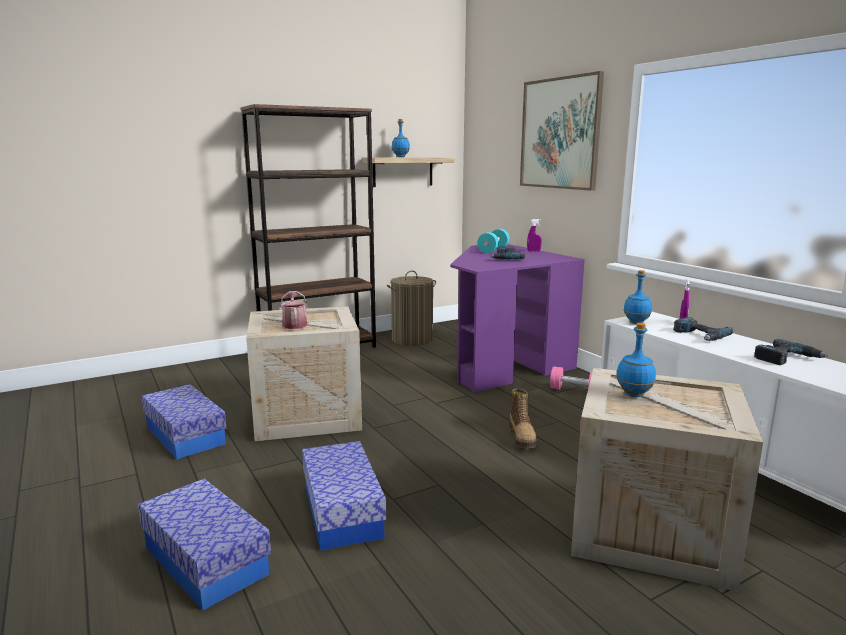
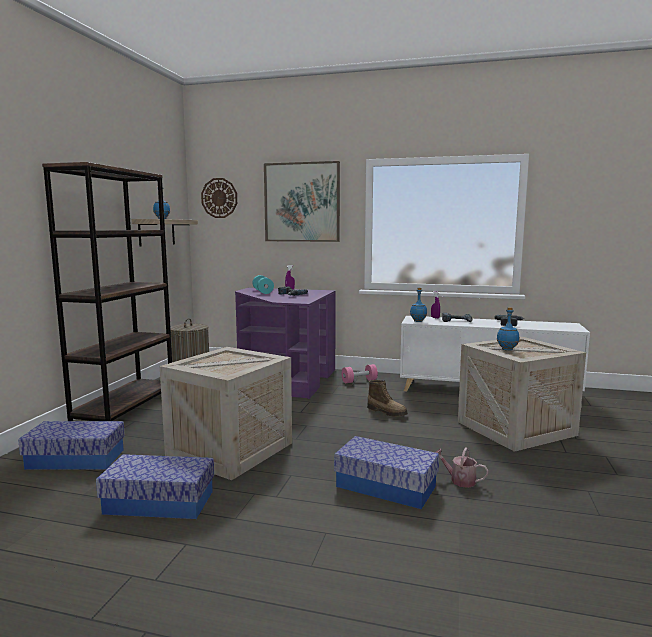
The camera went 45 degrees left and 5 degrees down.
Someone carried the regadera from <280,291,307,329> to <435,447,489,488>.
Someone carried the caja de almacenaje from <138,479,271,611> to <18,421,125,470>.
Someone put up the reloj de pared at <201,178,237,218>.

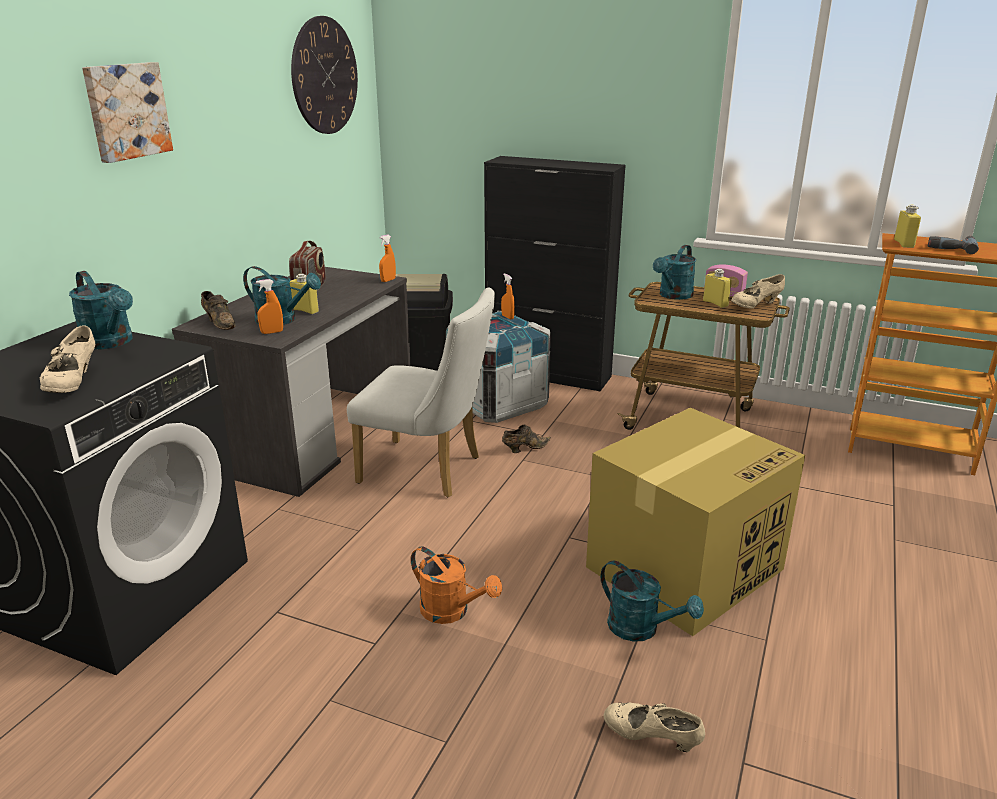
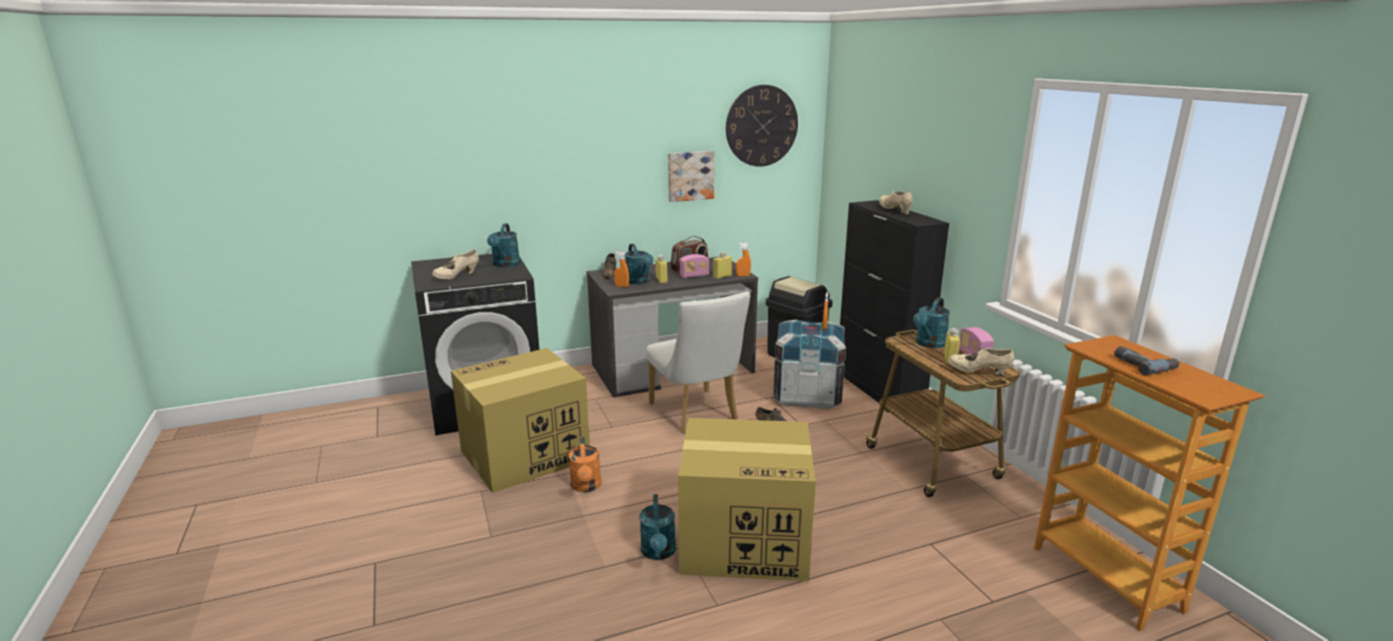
The camera went 45 degrees right and 5 degrees down.
Someone carried the cuadro from <82,62,173,163> to <668,151,715,202>.
Someone carried the botella/amarillo from <894,205,921,248> to <713,252,732,279>.
Someone rotated the regadera/turquesa at <653,245,696,300> by 45 degrees counterclockwise.
Someone carried the zapato/beis from <603,702,705,752> to <879,191,913,215>.
Someone put down the radio at <680,254,709,278>.
Someone put down the caja de cartón at <451,348,590,493>.

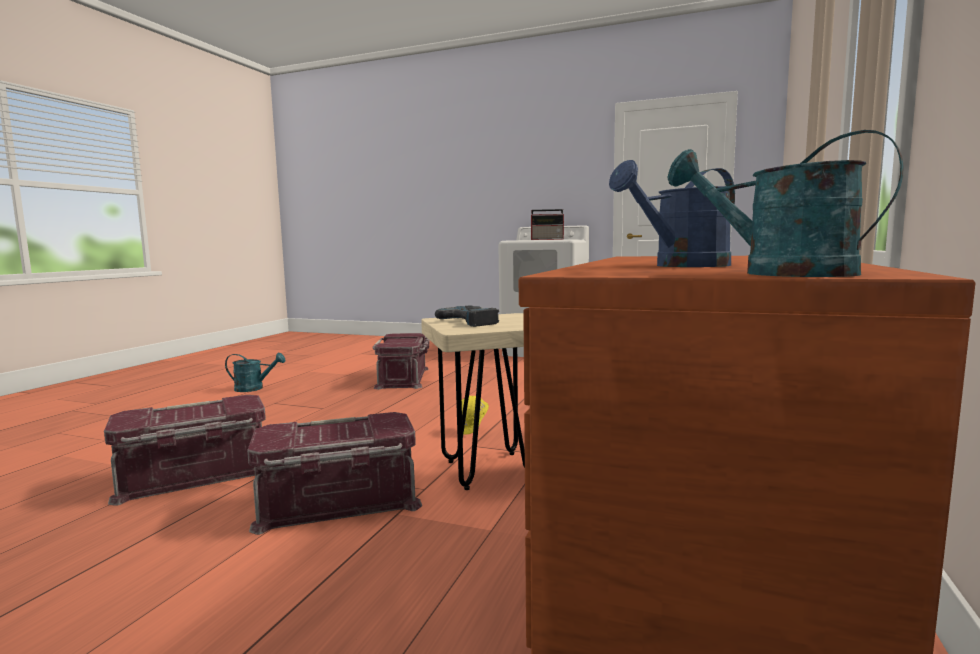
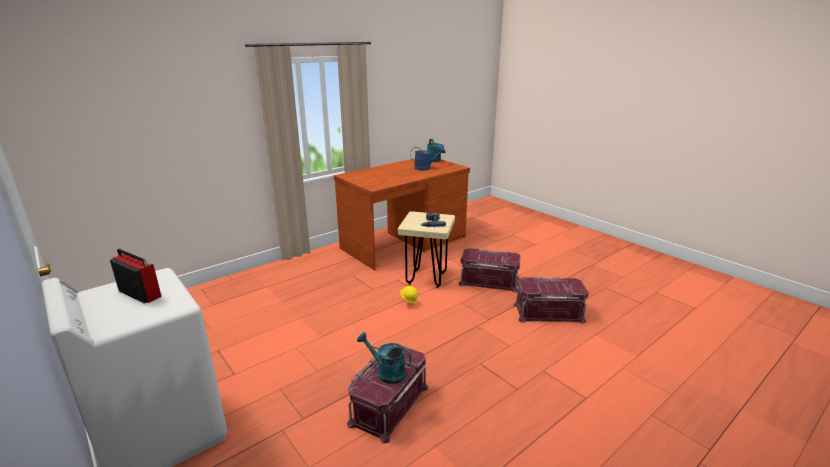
The camera went 150 degrees left and 15 degrees up.
Someone carried the regadera/turquesa from <225,353,285,392> to <357,332,412,384>.

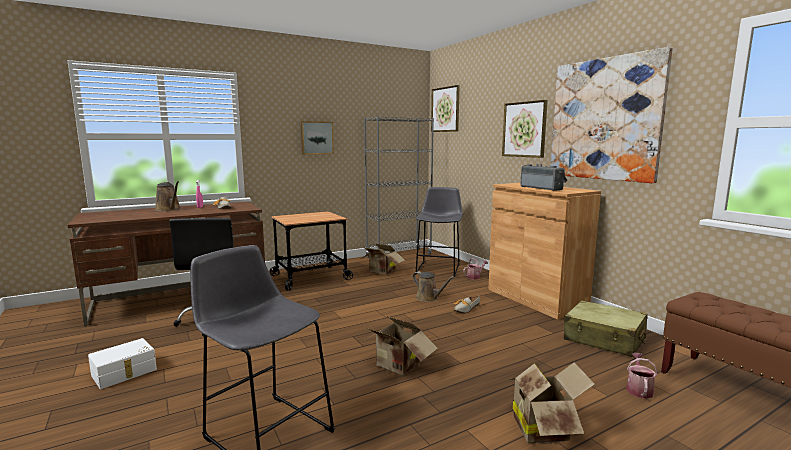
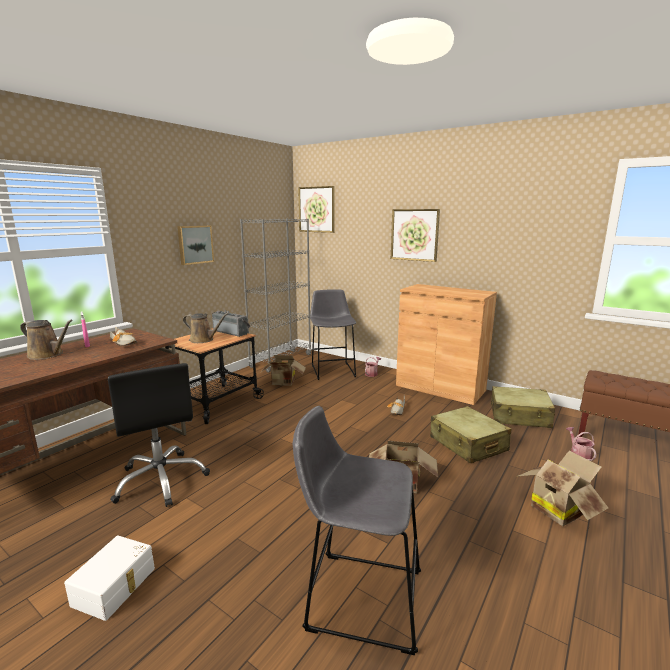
The camera went 25 degrees left and 5 degrees up.
Someone took away the cuadro at <551,47,672,183>.
Someone carried the radio from <520,164,567,191> to <212,310,251,337>.
Someone carried the regadera/marrón from <413,271,454,302> to <183,313,229,343>.
Someone put down the maleta/beis at <430,406,511,463>.

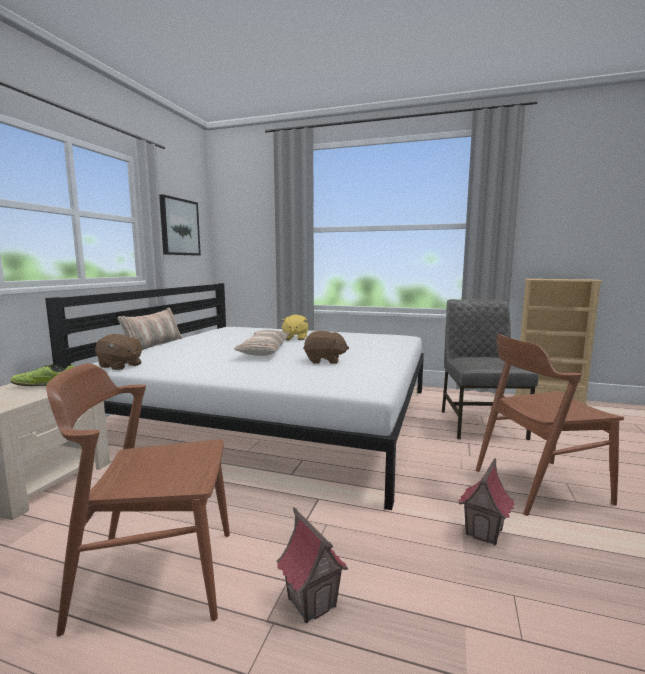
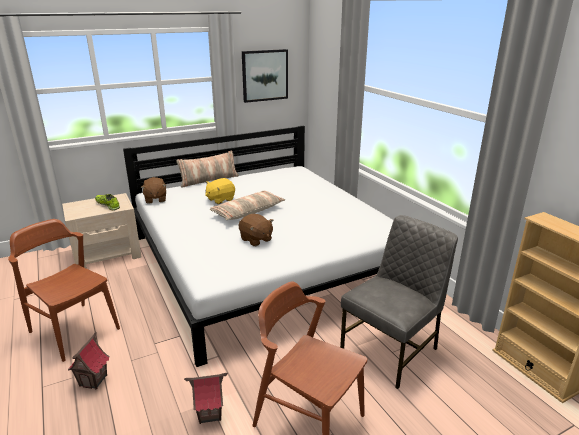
The camera went 45 degrees right and 15 degrees up.
Someone carried the peluche/amarillo from <280,315,308,340> to <205,178,235,204>.

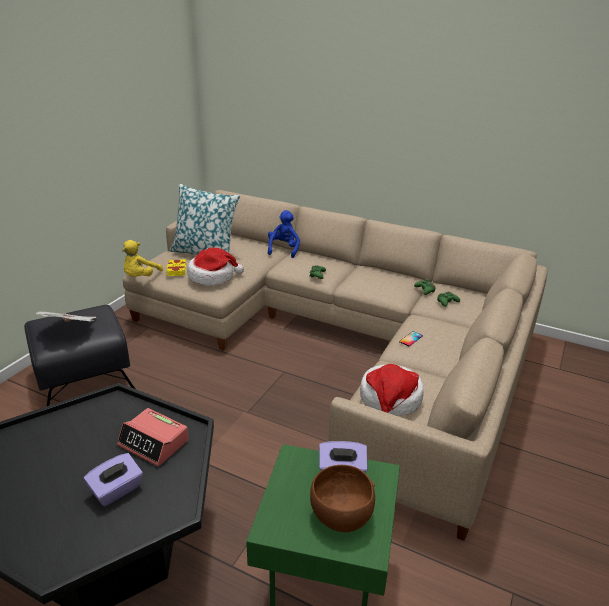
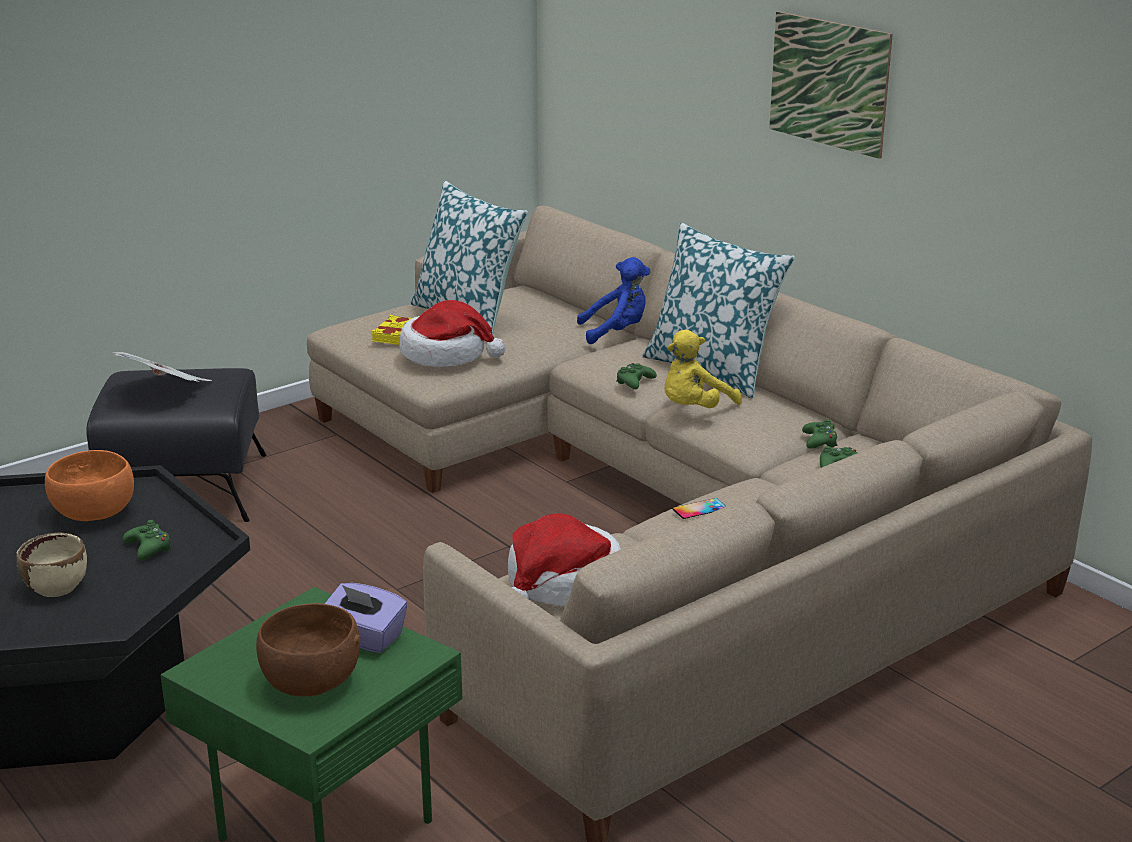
The camera went 25 degrees right and 5 degrees down.
Someone rotated the peluche/azul at <268,210,300,258> by 45 degrees clockwise.
Someone carried the peluche/amarillo from <122,240,163,277> to <664,330,742,408>.
Someone swapped the despertador at <117,408,189,466> for the mando de consola/verde at <123,520,172,560>.
Someone swapped the caja de pañuelos/morado at <84,453,143,506> for the cuenco/beis at <16,533,87,597>.
Someone put up the cuadro at <769,11,893,159>.
Someone put down the cojín at <642,223,795,398>.
Someone put down the cuenco/naranja at <45,450,134,521>.

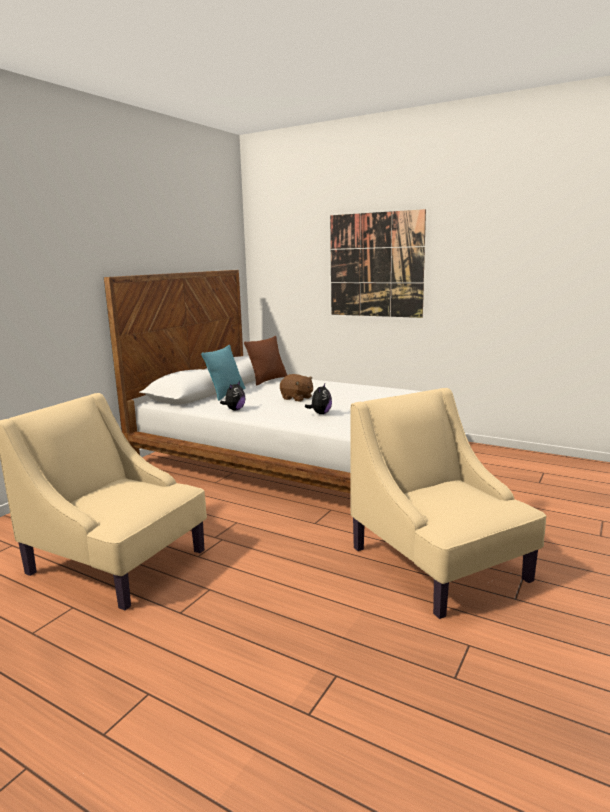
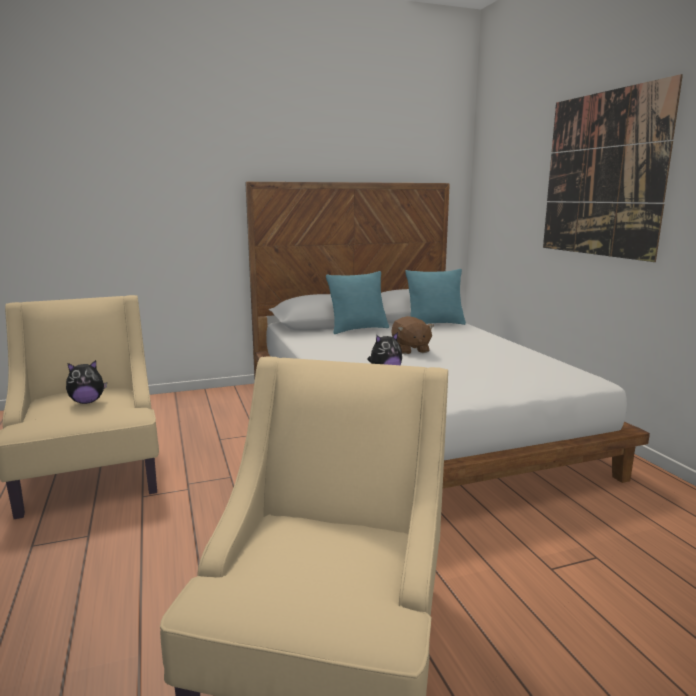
The camera went 40 degrees right and 0 degrees up.
Someone repainted the cojín/marrón at <244,336,287,385>, which became the cojín/turquesa at <405,269,466,325>.
Someone carried the peluche from <220,381,245,410> to <66,360,107,404>.

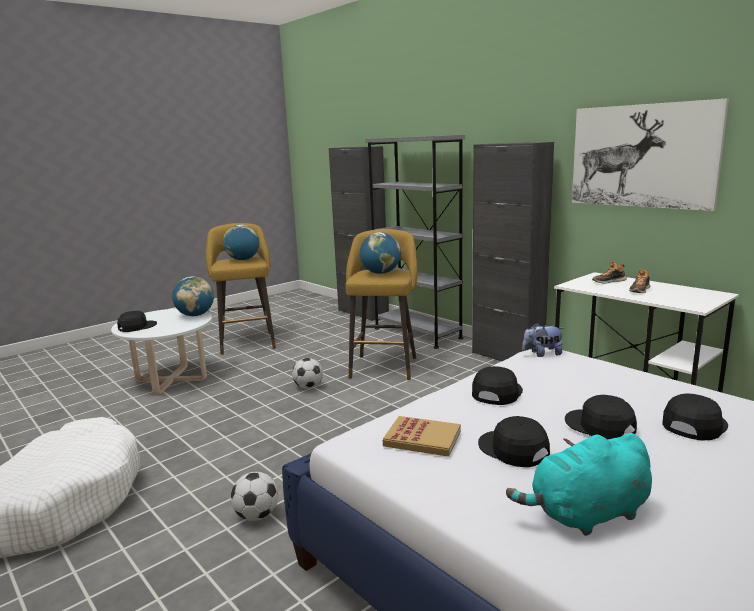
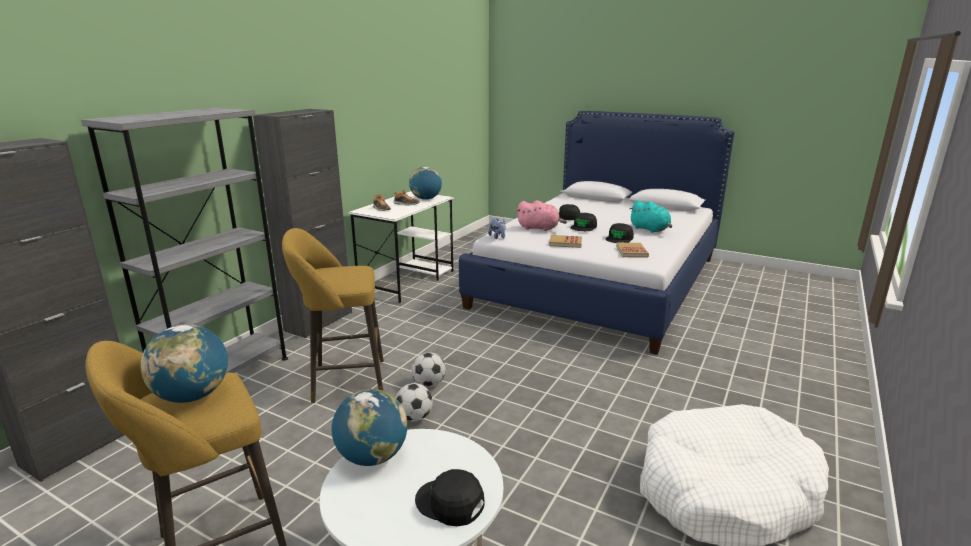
The camera went 110 degrees left and 5 degrees up.
Someone took away the cuadro at <572,98,729,211>.
Someone carried the globo terráqueo from <360,232,401,274> to <409,167,442,200>.
Someone swapped the gorra/negro at <472,366,523,405> for the libro at <549,235,582,248>.
Someone carried the balón de fútbol from <231,472,278,521> to <412,352,446,387>.
Someone put down the peluche/rosa at <517,200,567,231>.

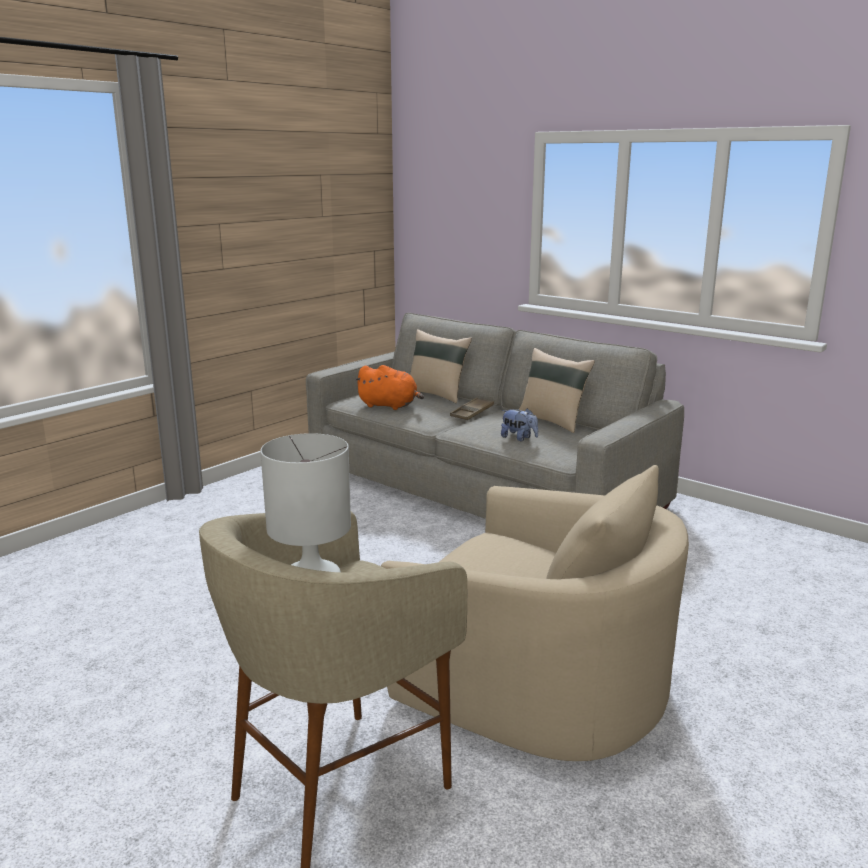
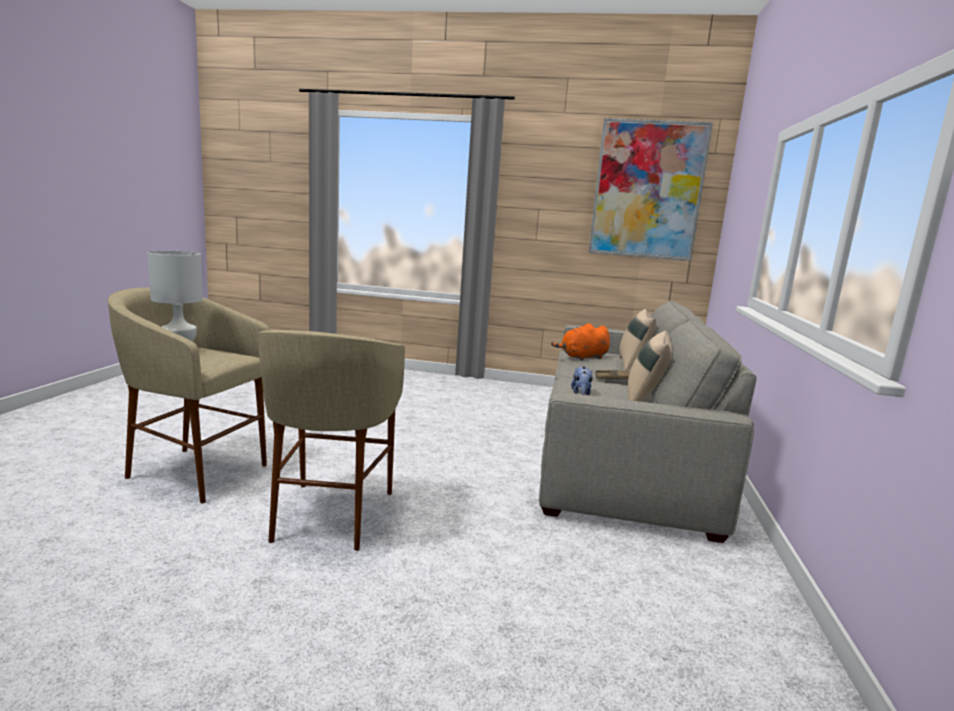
The camera went 60 degrees right and 5 degrees down.
Someone rotated the peluche/naranja at <354,365,424,410> by 75 degrees clockwise.
Someone swapped the sillón/beis at <381,465,689,761> for the taburete/beis at <258,330,405,551>.
Someone put up the cuadro at <589,118,713,261>.

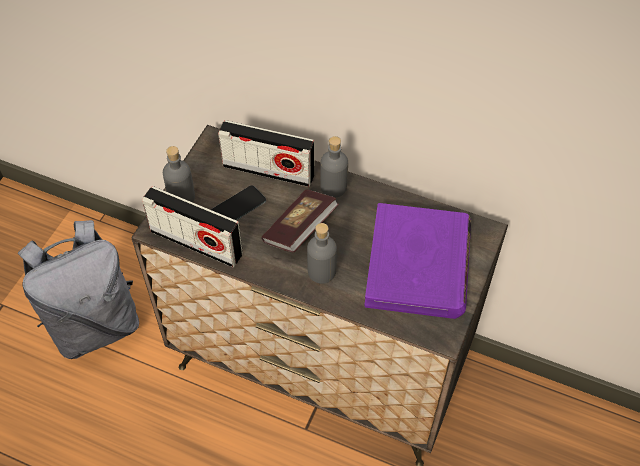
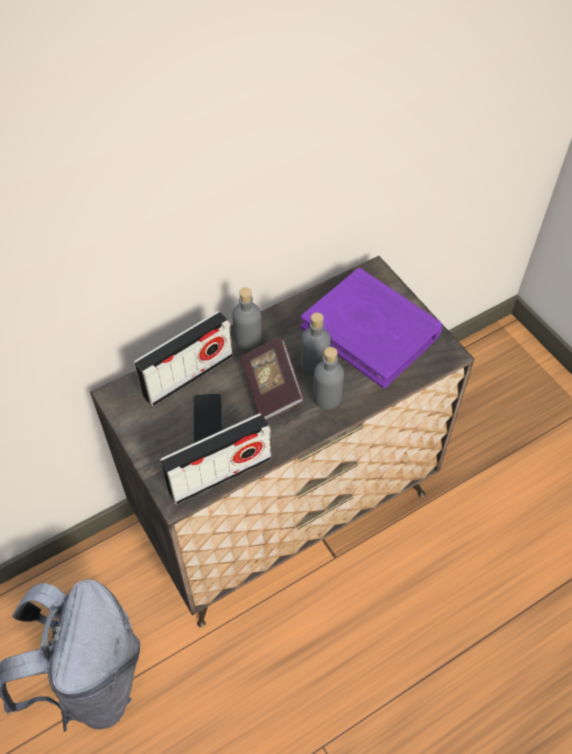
The camera went 55 degrees left and 0 degrees up.
Someone carried the botella/gris from <163,146,195,202> to <301,313,331,376>.

